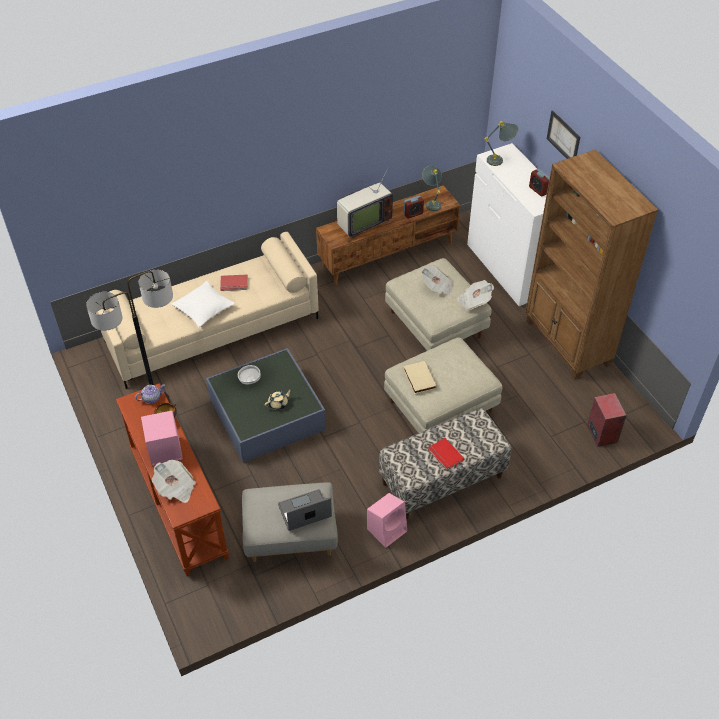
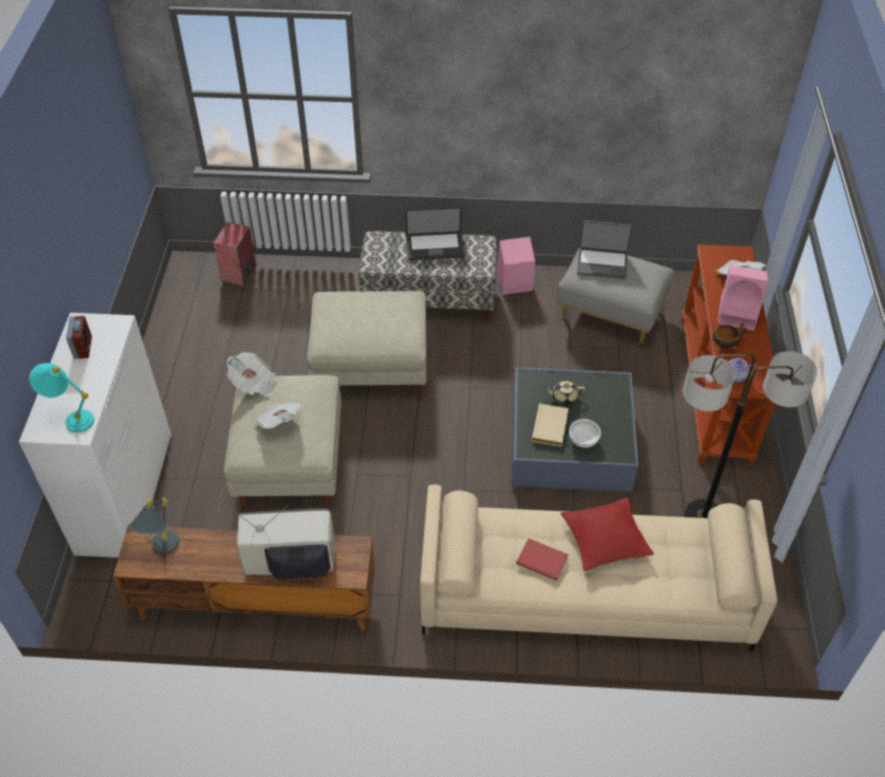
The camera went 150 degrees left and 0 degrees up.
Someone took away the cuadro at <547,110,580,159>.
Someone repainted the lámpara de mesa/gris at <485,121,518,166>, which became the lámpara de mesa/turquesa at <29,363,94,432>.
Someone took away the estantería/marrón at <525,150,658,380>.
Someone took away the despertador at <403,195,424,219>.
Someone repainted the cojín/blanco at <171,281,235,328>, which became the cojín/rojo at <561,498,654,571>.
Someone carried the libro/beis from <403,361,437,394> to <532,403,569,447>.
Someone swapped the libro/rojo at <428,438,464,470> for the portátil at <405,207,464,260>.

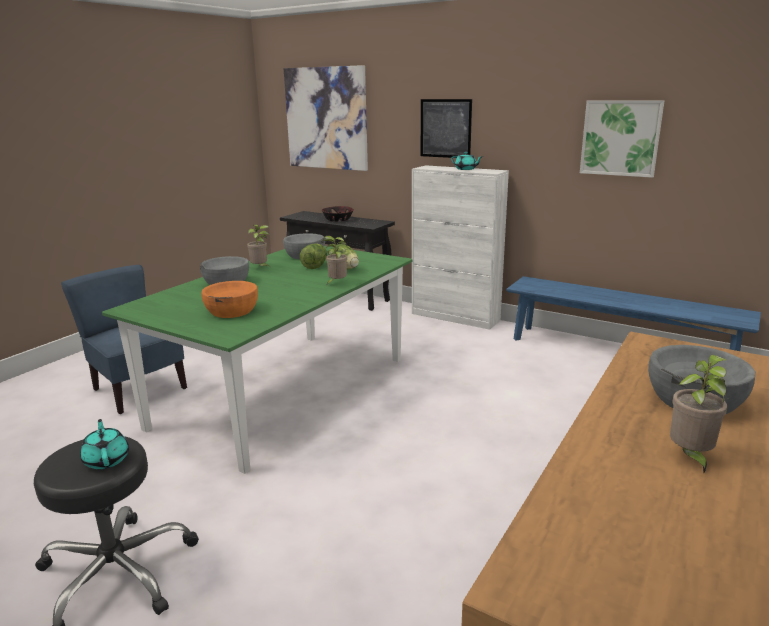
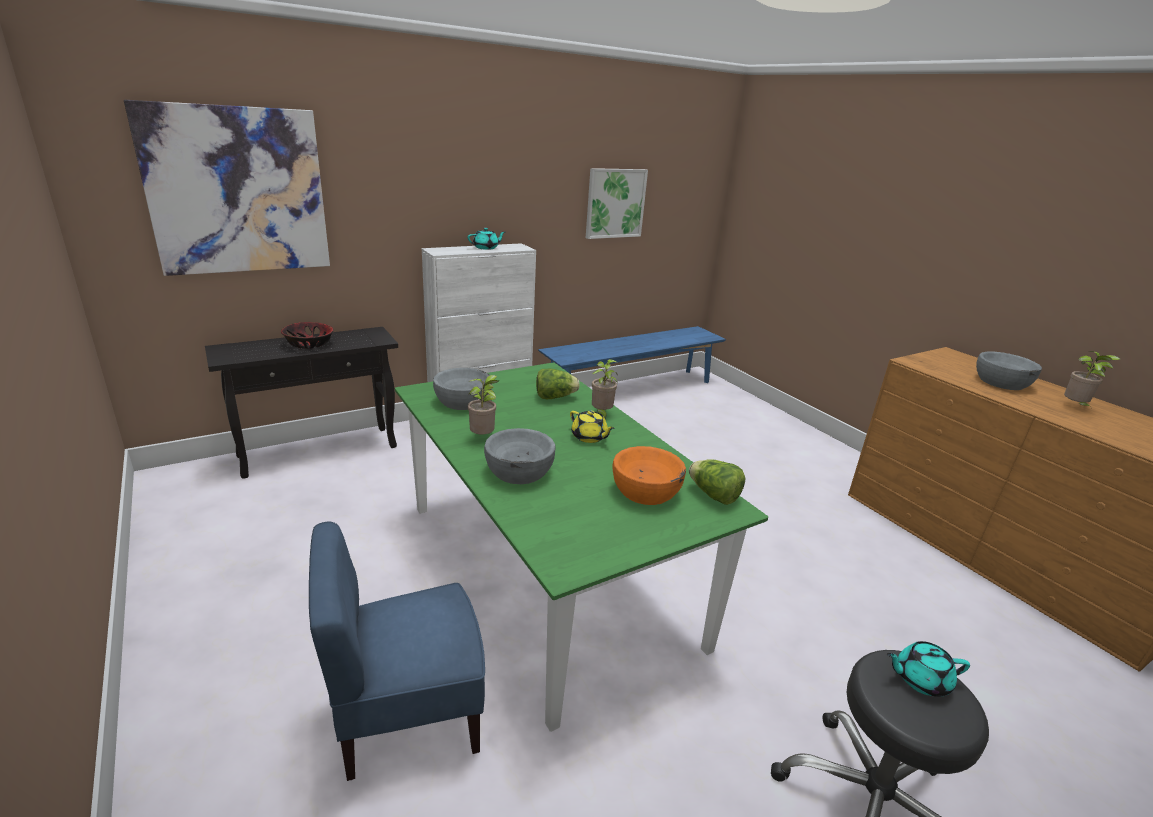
The camera went 65 degrees left and 5 degrees up.
Someone took away the cuadro at <421,99,472,158>.
Someone carried the lechuga from <300,243,327,269> to <689,459,745,505>.
Someone put down the tetera/amarillo at <570,410,615,443>.

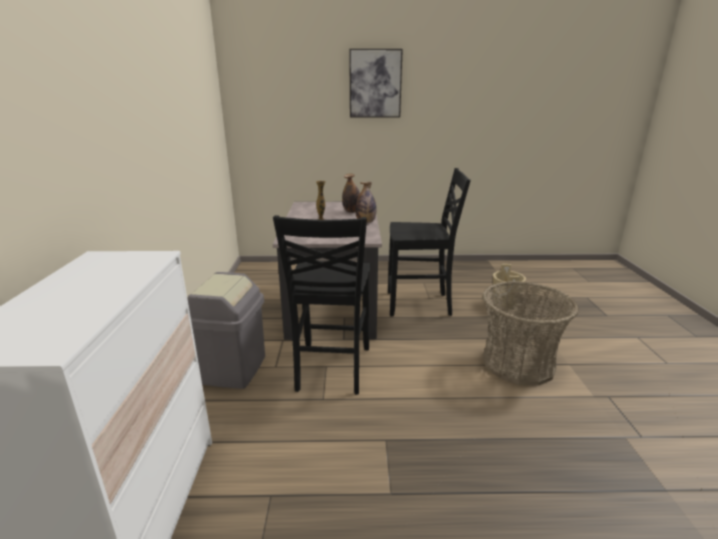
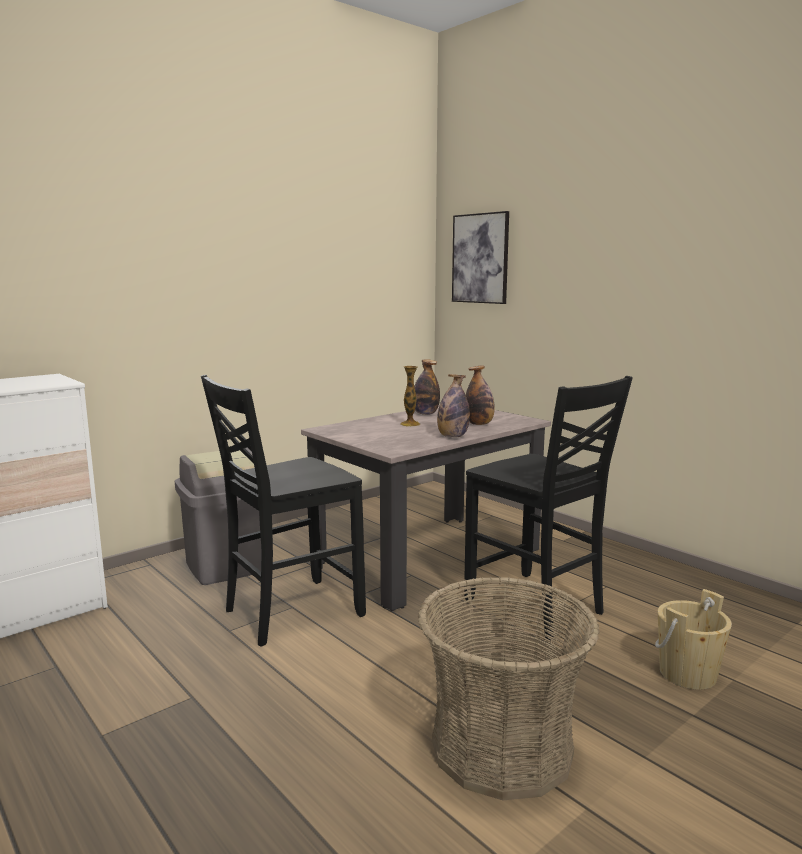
The camera went 50 degrees right and 10 degrees down.
Someone carried the cuadro from <349,49,403,117> to <452,211,509,304>.
Someone put down the botella at <414,359,440,415>.

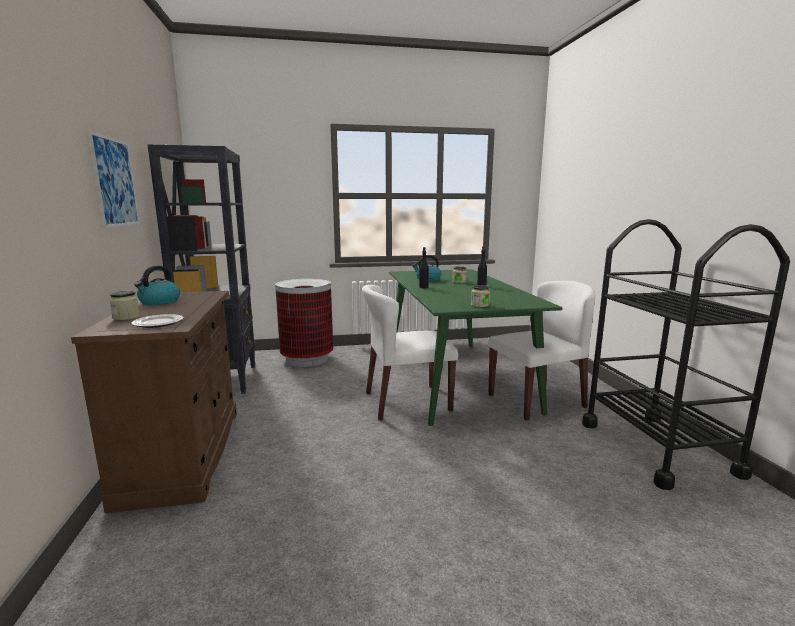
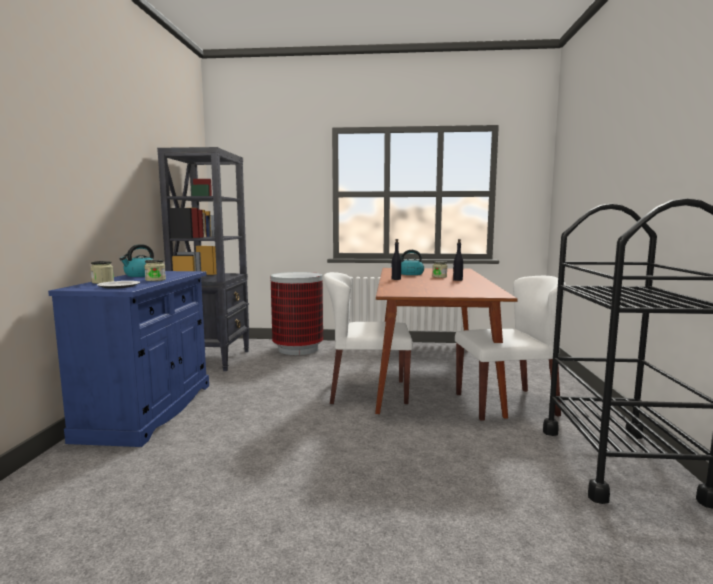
The camera went 15 degrees right and 5 degrees down.
Someone took away the cuadro at <87,131,140,228>.
Someone repainted the mesa de comedor/verde at <389,269,562,426>, which became the mesa de comedor/marrón at <375,268,517,418>.
Someone carried the tarro from <471,285,490,307> to <144,259,166,281>.
Someone repainted the armario/marrón at <71,291,237,513>, which became the armario/azul at <48,271,209,447>.

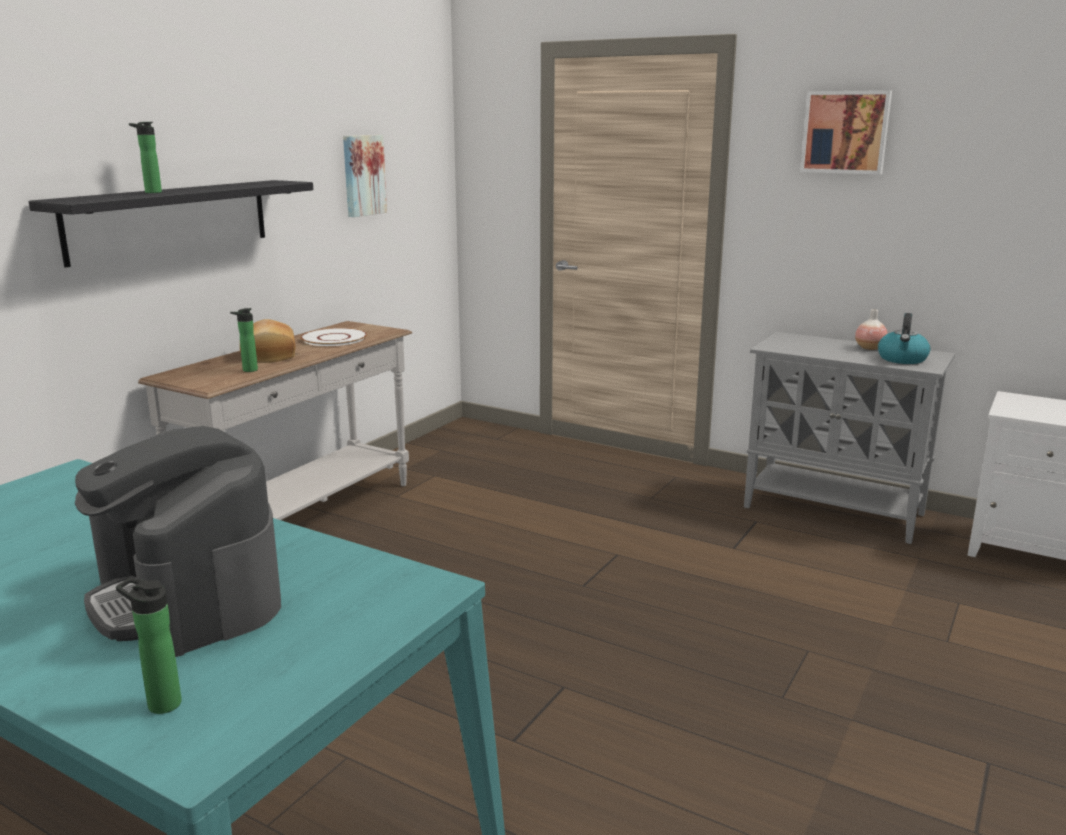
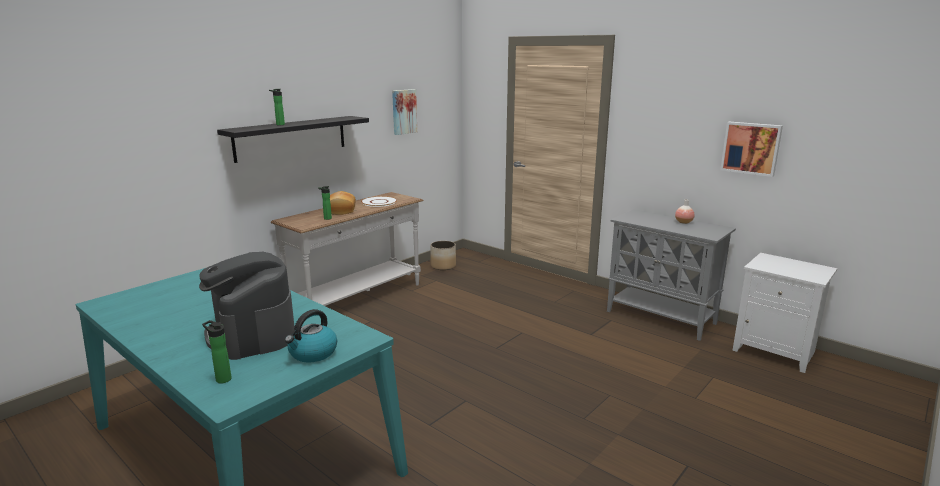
The camera went 10 degrees right and 0 degrees up.
Someone carried the cuadro from <800,90,892,175> to <720,122,783,177>.
Someone carried the hervidor from <878,313,930,364> to <285,309,337,362>.
Someone put down the maceta at <430,241,456,270>.

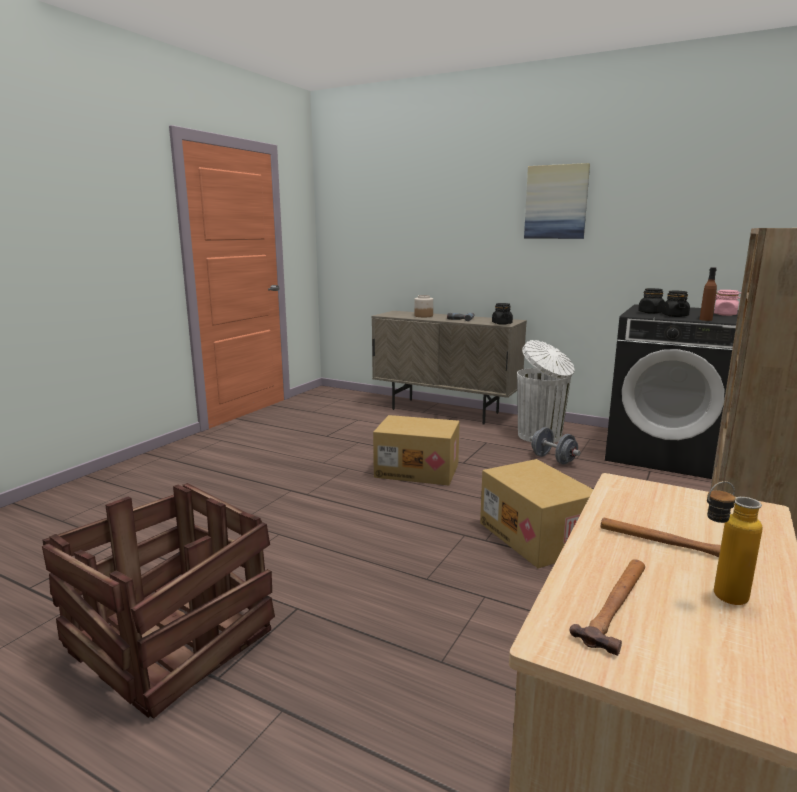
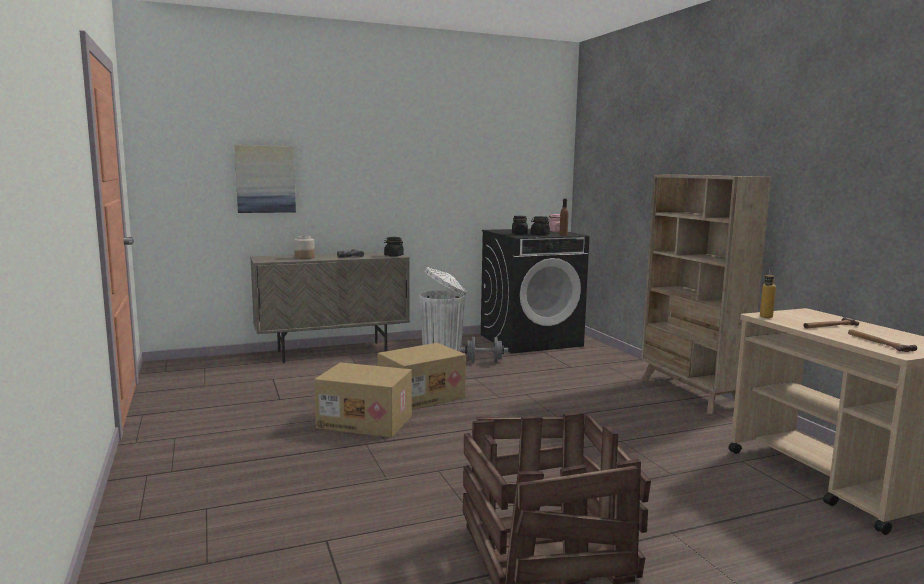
The camera went 50 degrees left and 5 degrees down.
Someone carried the cuadro from <524,163,590,239> to <235,145,296,213>.
Someone carried the caja de cartón from <480,459,594,568> to <314,362,412,438>.
Someone carried the botella from <707,481,763,605> to <760,270,776,318>.

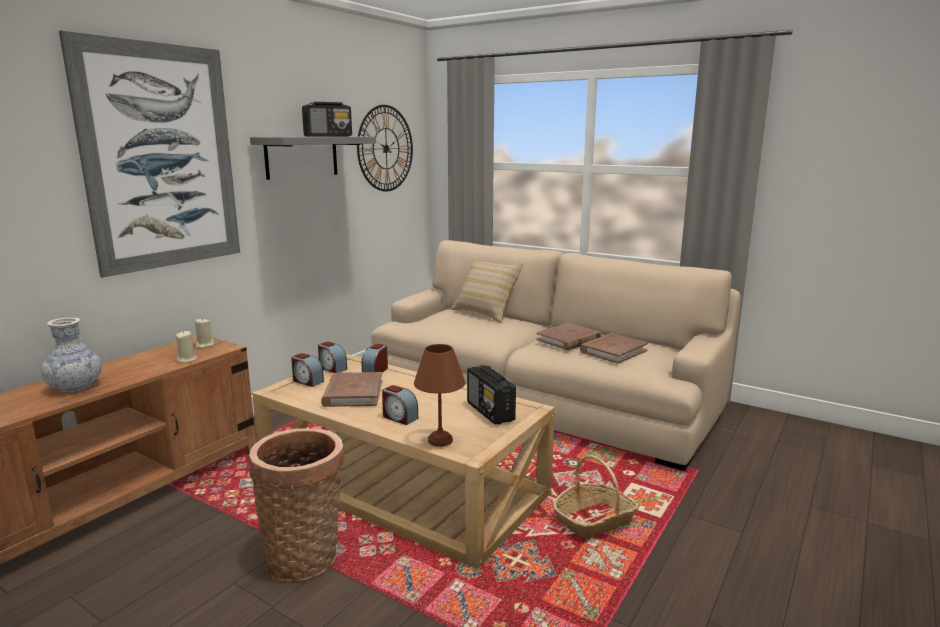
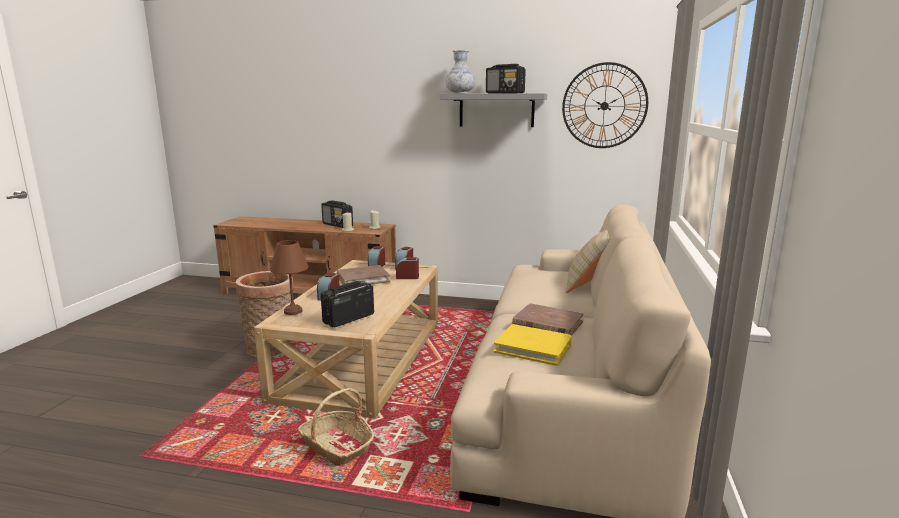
The camera went 70 degrees right and 0 degrees up.
Someone took away the cuadro at <59,30,240,278>.
Someone carried the florero from <41,317,102,392> to <445,50,475,94>.
Someone repainted the libro/marrón at <580,333,648,364>, which became the libro/amarillo at <494,324,572,366>.
Someone put down the radio at <321,200,353,228>.

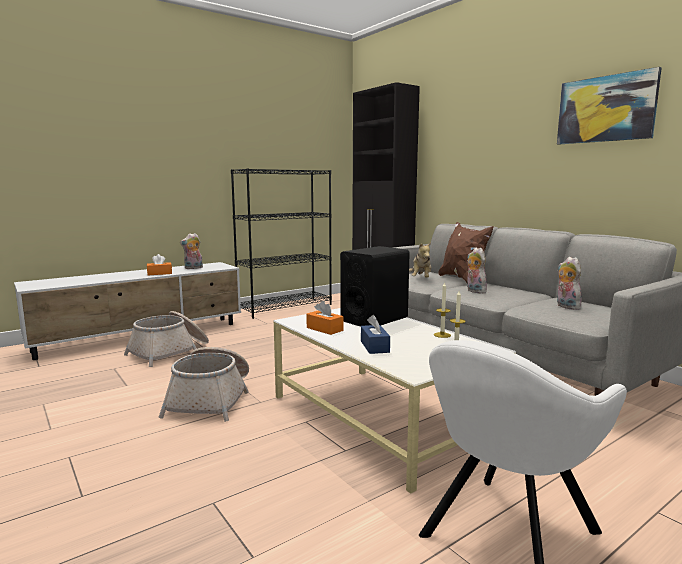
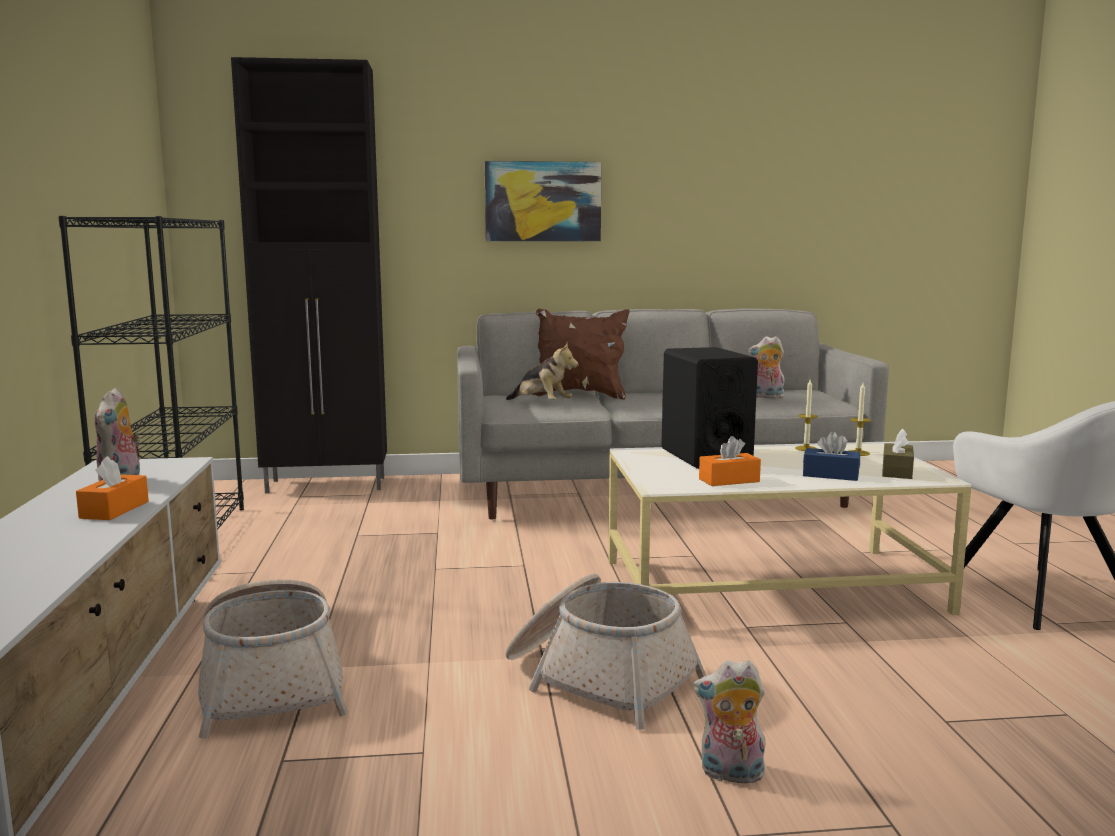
The camera went 60 degrees left and 0 degrees up.
Someone carried the cuadro from <557,67,662,144> to <484,161,601,241>.
Someone carried the peluche from <467,247,487,294> to <693,660,766,784>.
Someone put down the caja de pañuelos/marrón at <882,428,914,479>.

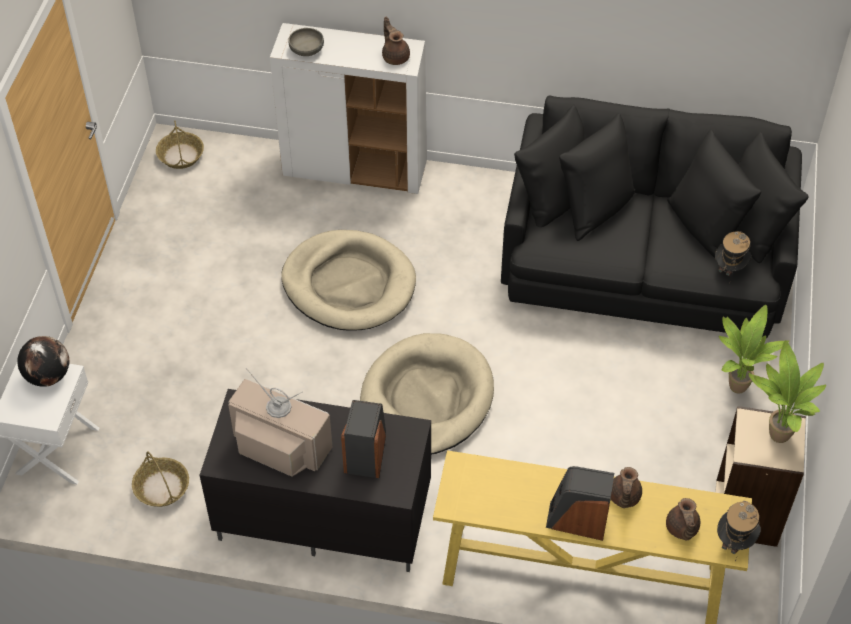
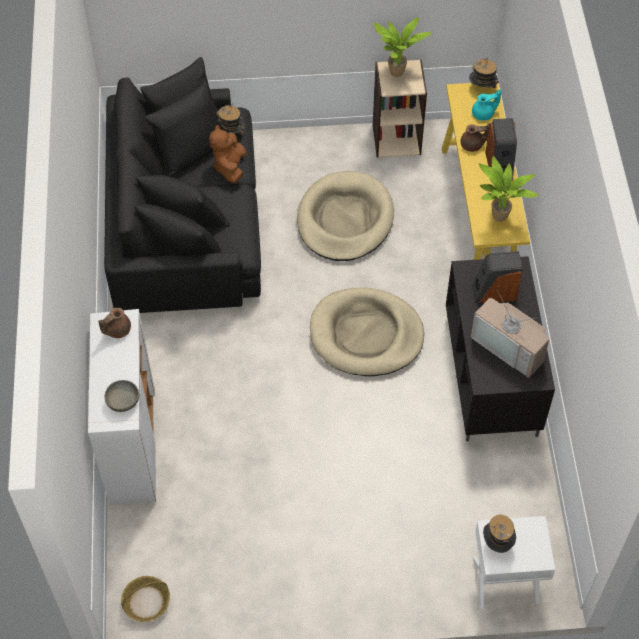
The camera went 105 degrees left and 5 degrees up.
Someone carried the cama para perro/beis from <281,230,416,331> to <297,171,394,261>.
Someone carried the planta en maceta from <719,305,789,394> to <479,156,539,222>.
Someone swapped the globo terráqueo at <17,336,69,387> for the sombrero at <483,515,516,553>.
Someone rotated the televisor at <228,368,332,477> by 60 degrees counterclockwise.
Someone took away the cesta at <132,451,189,507>.
Someone repainted the tetera/marrón at <666,498,700,540>, which became the tetera/turquesa at <472,89,501,121>.
Someone put down the peluche/marrón at <209,125,246,183>.

